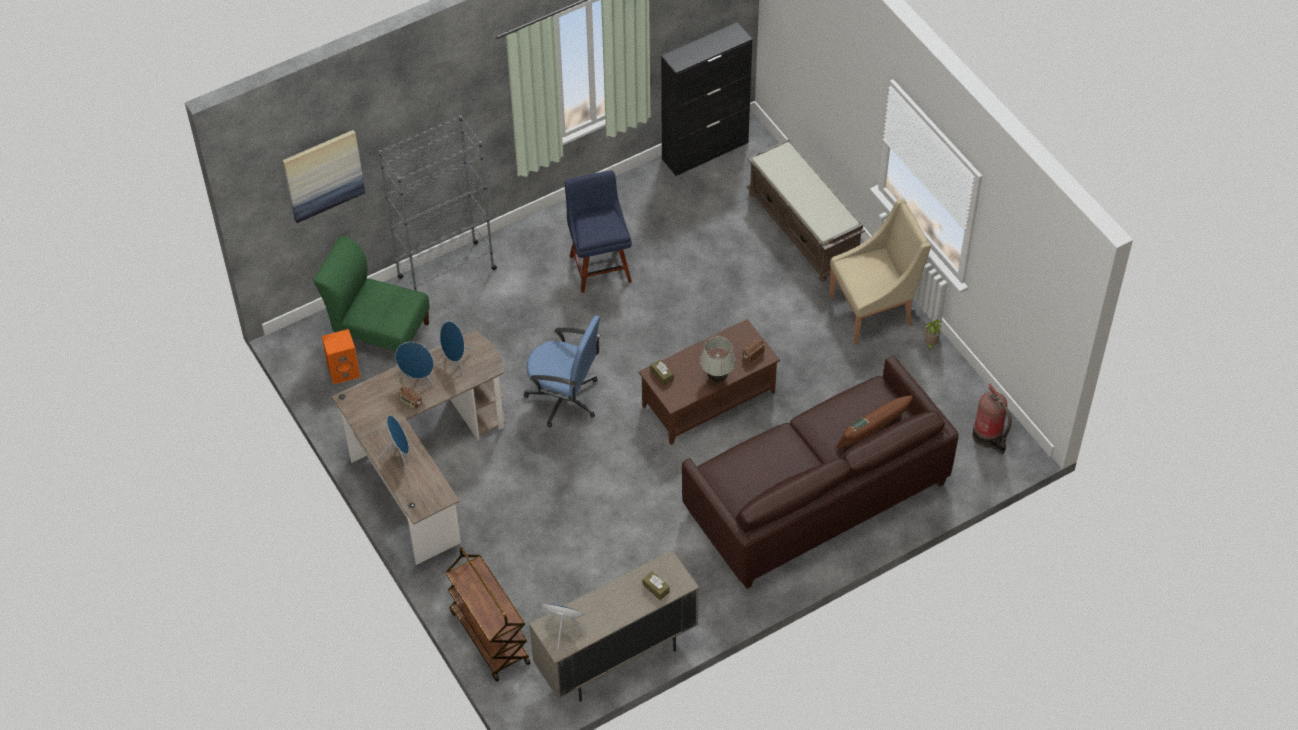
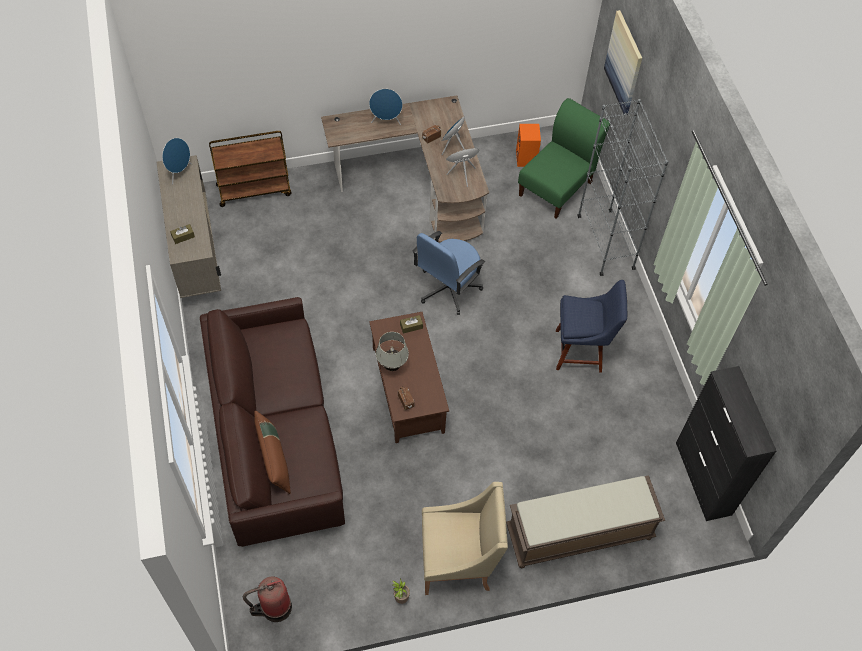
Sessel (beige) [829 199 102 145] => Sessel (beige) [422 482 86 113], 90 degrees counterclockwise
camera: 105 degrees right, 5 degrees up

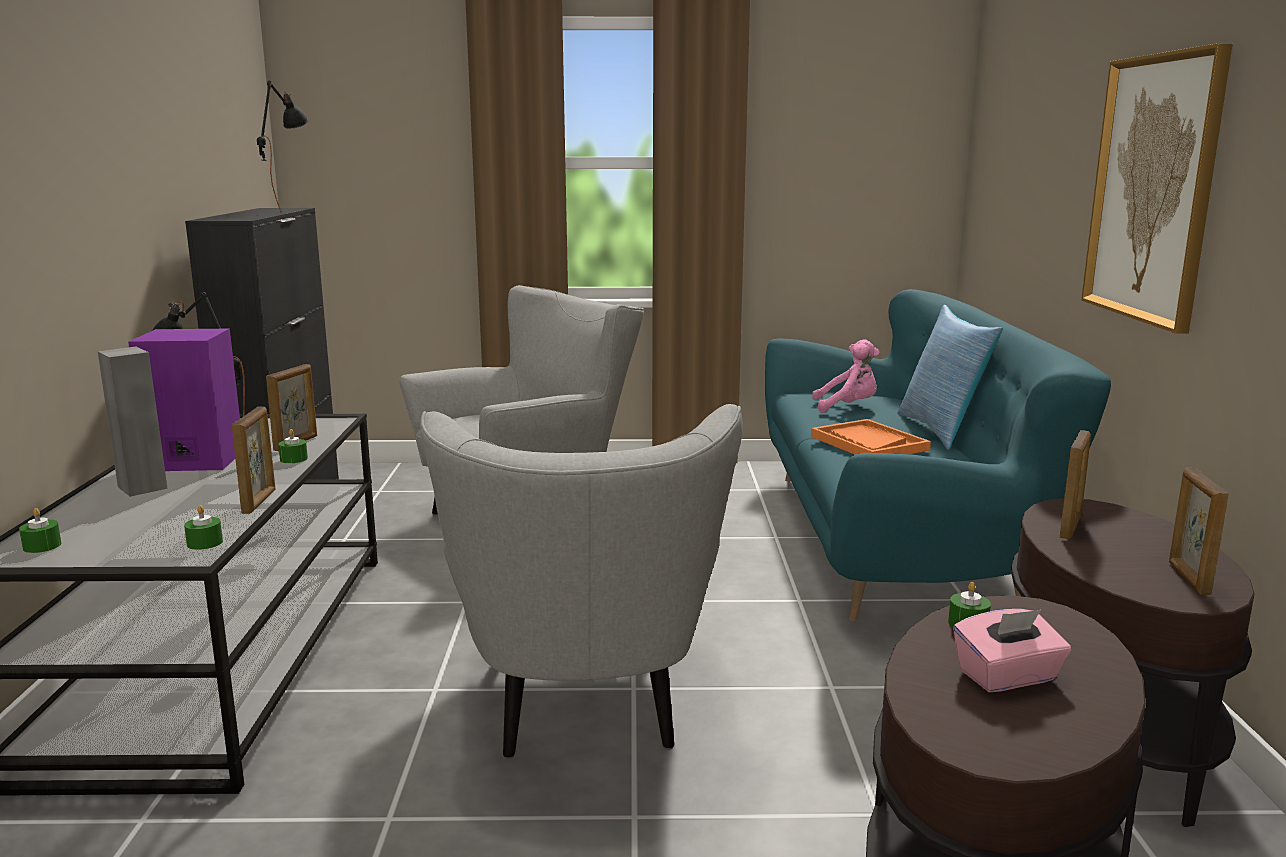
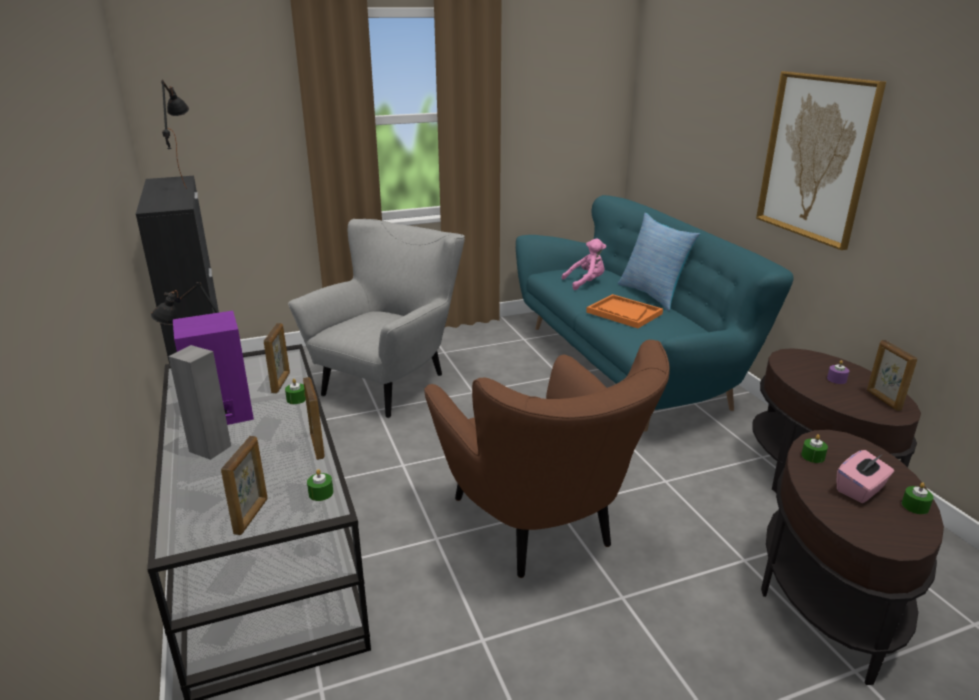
nothing => Kerze (lila) [827 360 22 24]
Kerze (grün) [19 508 43 45] => Kerze (grün) [902 483 32 31], relocated
Bilderrahmen [1059 430 32 109] => Bilderrahmen [221 436 47 99], relocated
Sessel (grau) [420 404 323 355] => Sessel (braun) [424 340 246 238]
camera: 20 degrees left, 10 degrees up

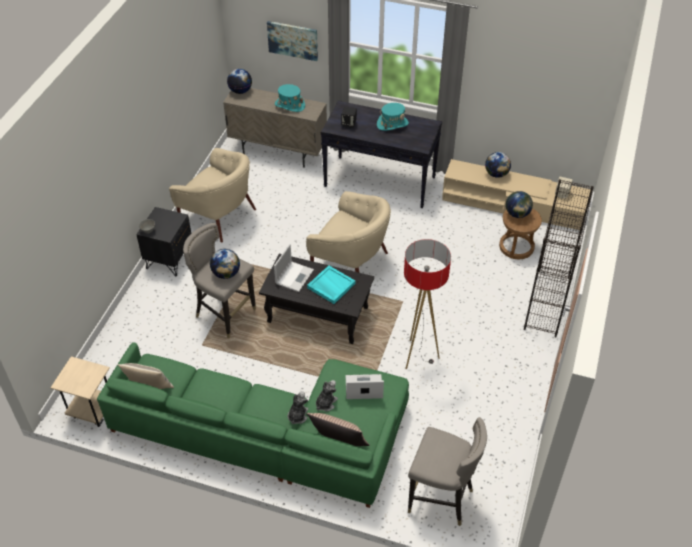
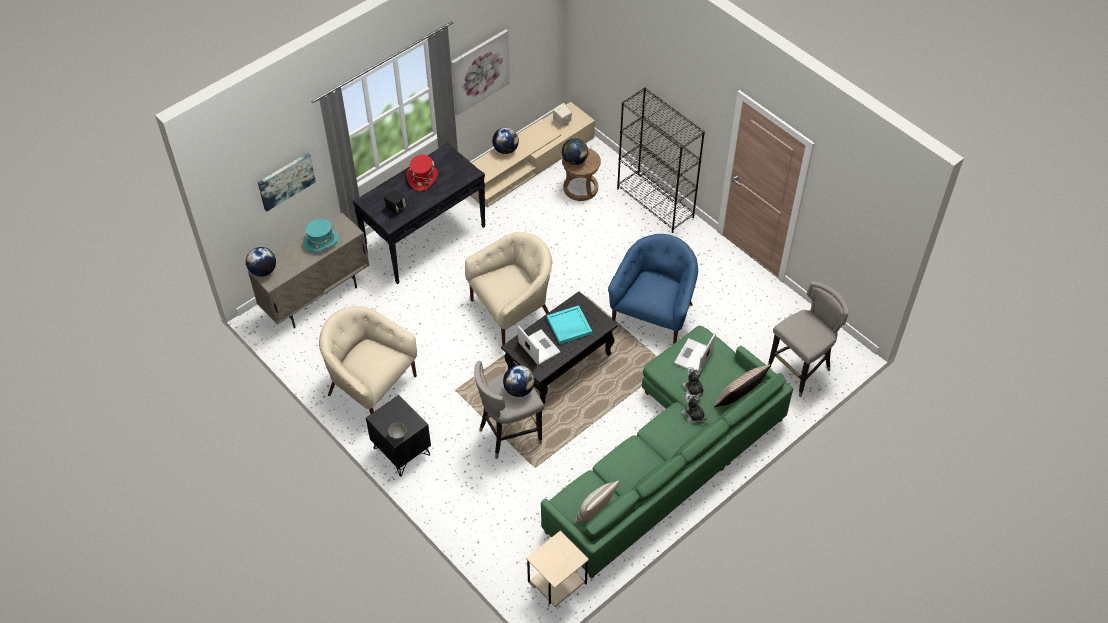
nothing => Bild [451 29 59 86]
Stehlampe [404 239 47 130] => Sessel (blau) [608 234 90 110]
Hut (türkis) [377 103 32 28] => Hut (rot) [407 155 31 36]
Sessel (beige) [169 148 87 94] => Sessel (beige) [319 306 98 108], 120 degrees counterclockwise
camera: 60 degrees left, 5 degrees up

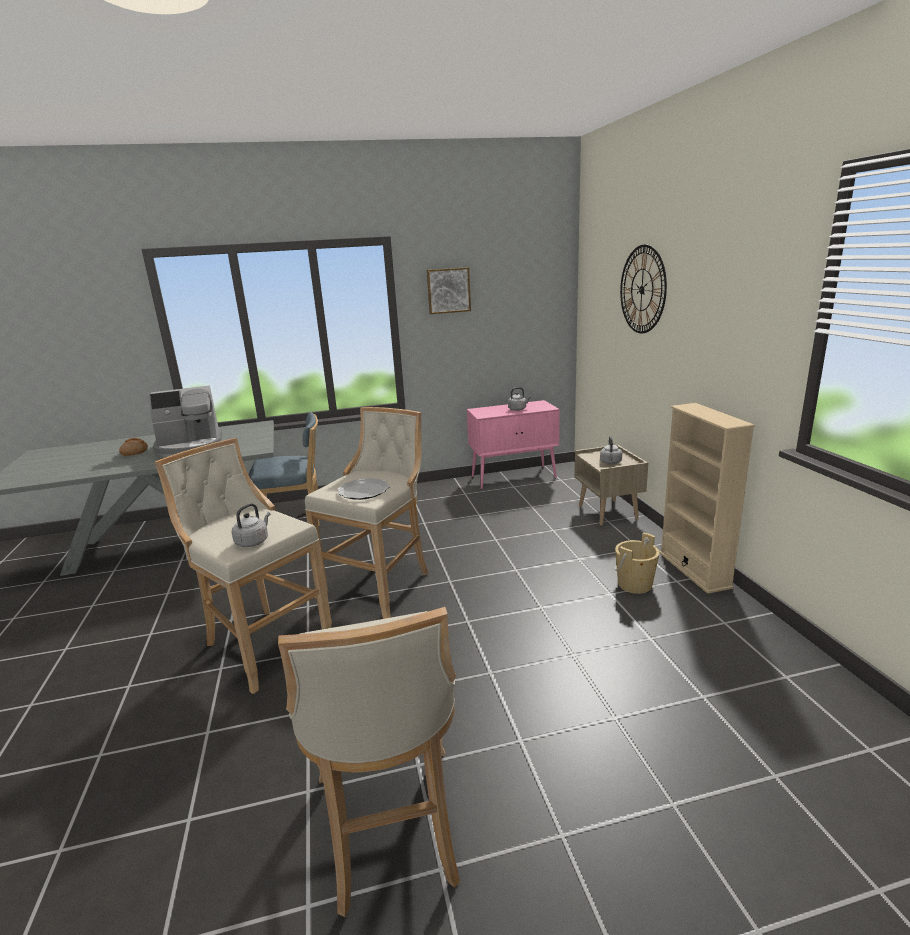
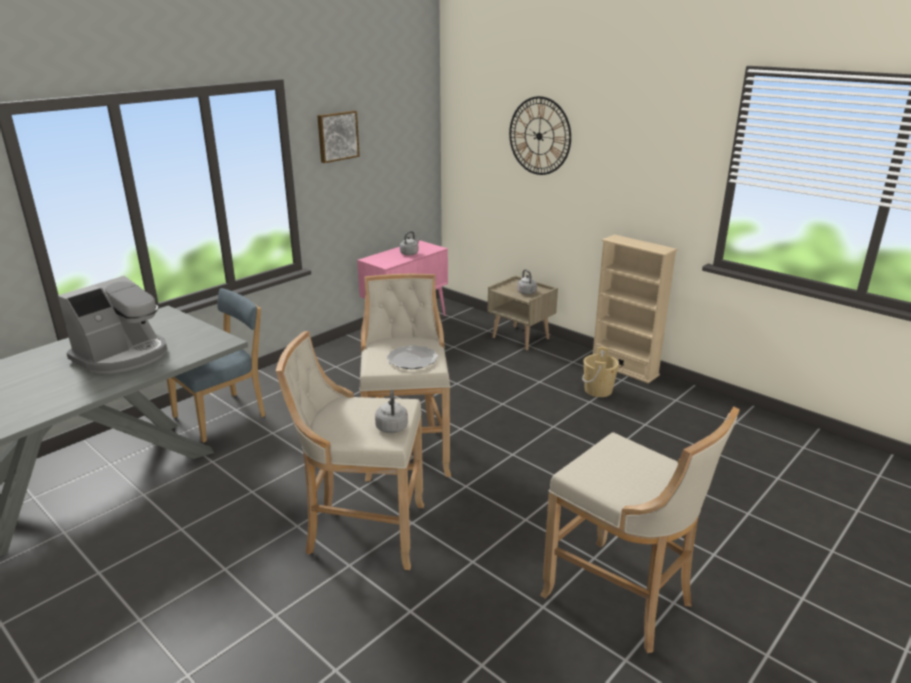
Brot [119 438 29 18] => nothing
camera: 35 degrees left, 5 degrees up

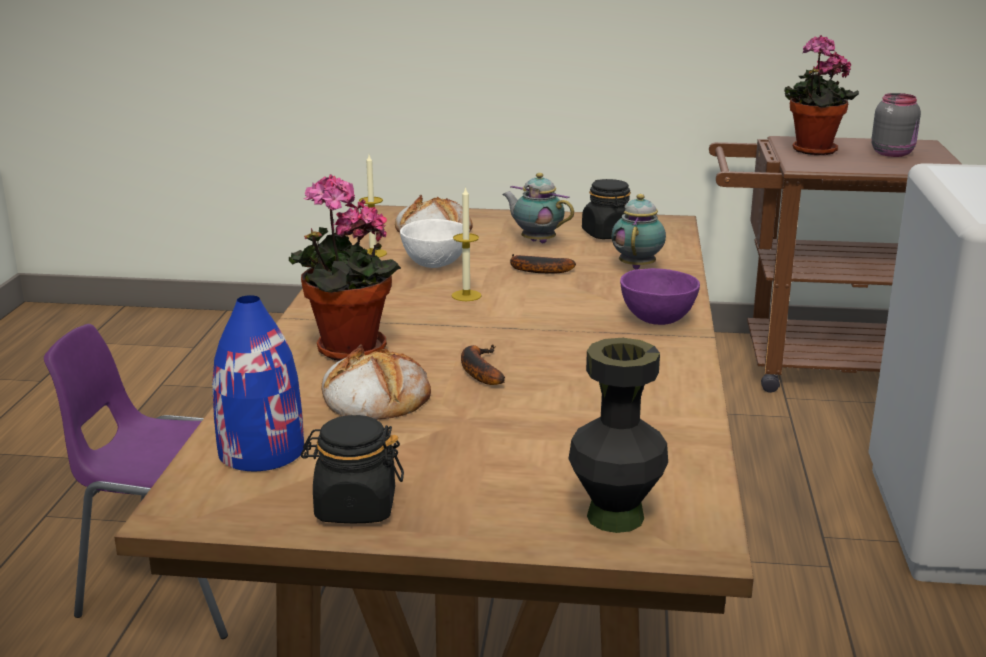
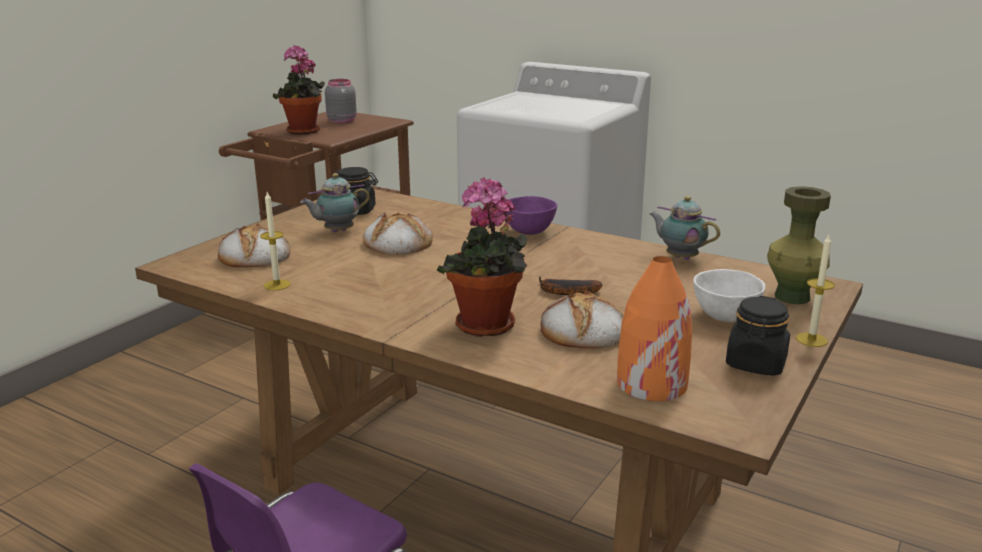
Schüssel (weiß) [400 219 70 49] => Schüssel (weiß) [693 269 72 53], relocated
Kerze [451 186 31 115] => Kerze [796 235 39 112], relocated
Teekanne [611 194 55 75] => Teekanne [649 196 71 64], relocated
Banane [510 254 66 20] => Brot [363 212 70 43]
Vase (blau) [212 295 92 176] => Vase (orange) [617 256 75 145]
Vase (schwarz) [568 338 100 195] => Vase (grün) [767 186 64 118]
camera: 65 degrees left, 0 degrees up

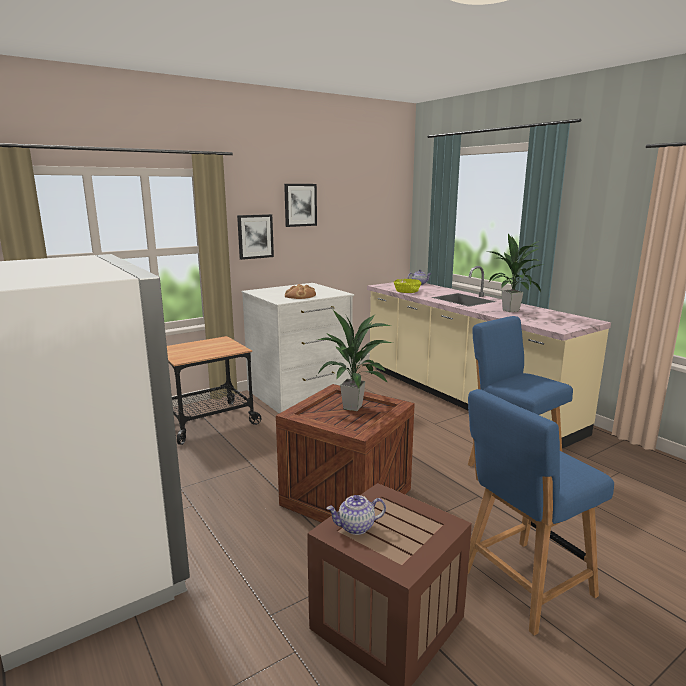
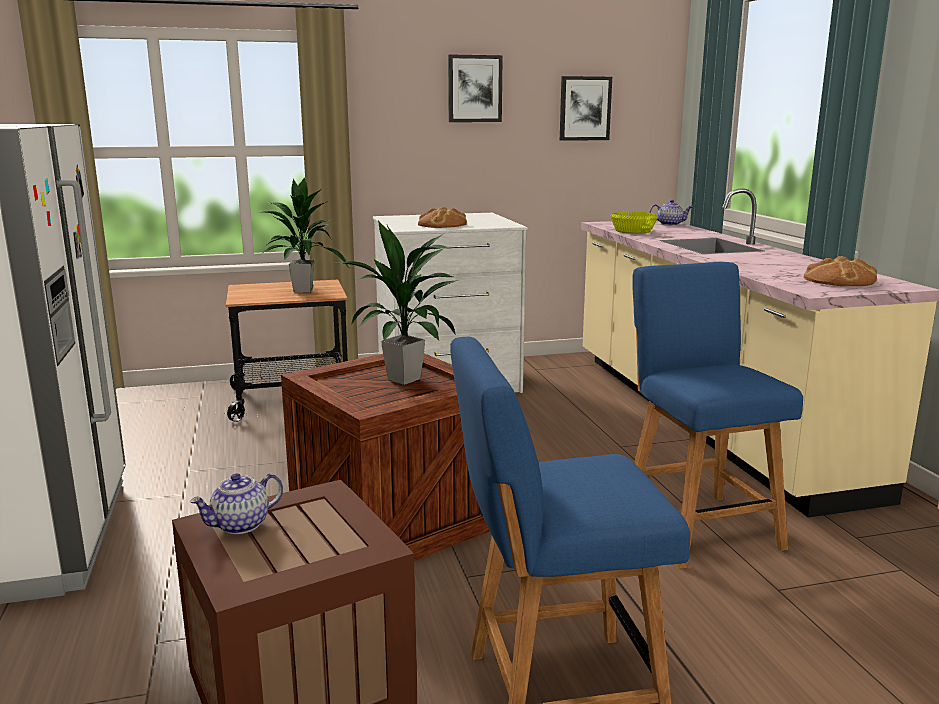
nothing => Brot [804 256 73 30]
Bild [237 214 37 46] => Bild [560 76 52 65], relocated
Topfpflanze [485 234 59 78] => Topfpflanze [262 177 87 116], relocated
Teekanne [326 495 60 40] => Teekanne [190 473 93 61], 45 degrees counterclockwise
camera: 20 degrees right, 0 degrees up

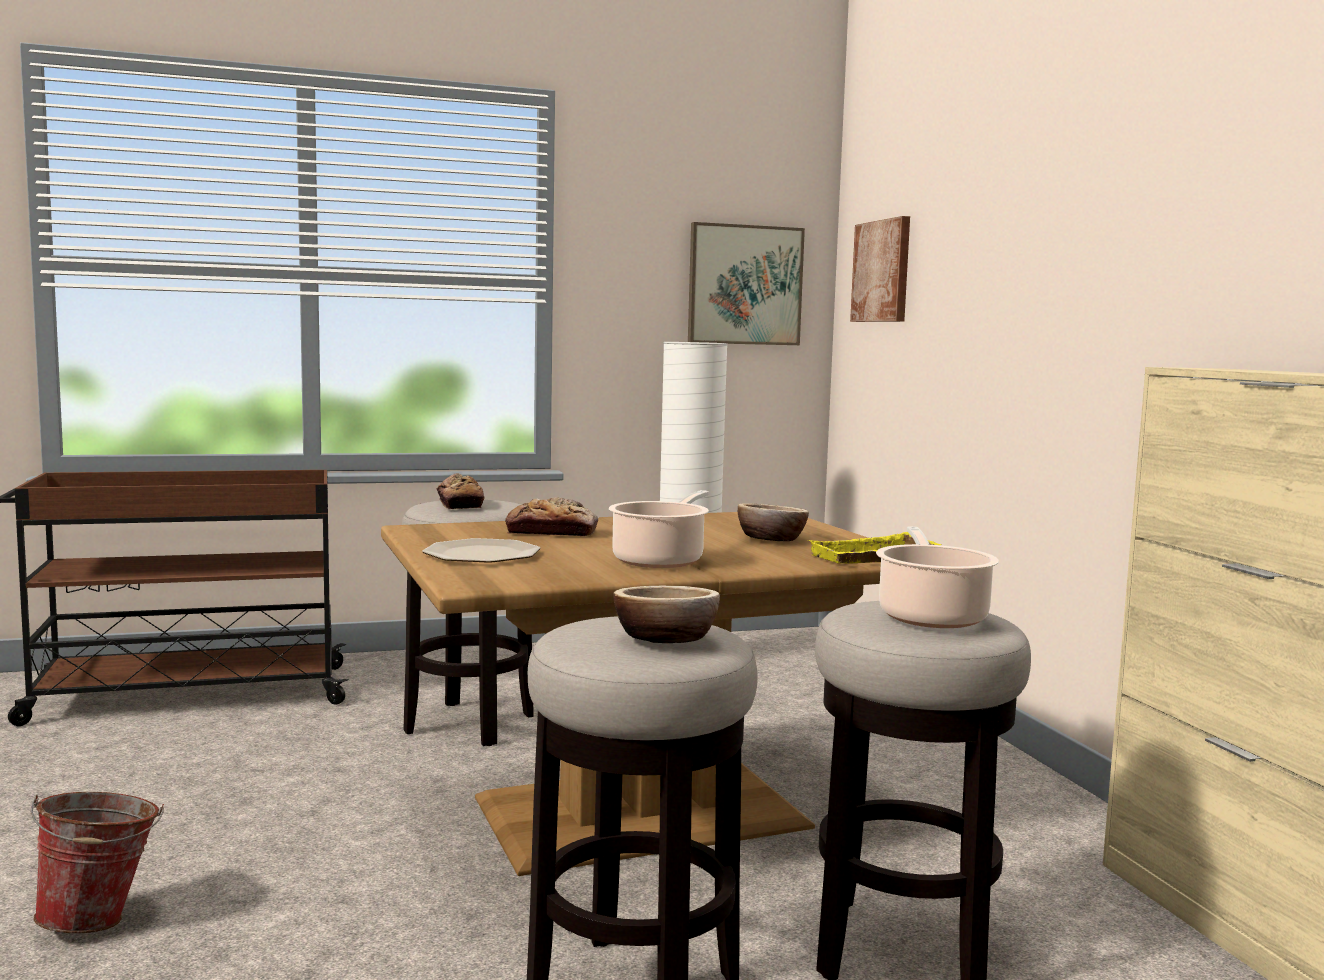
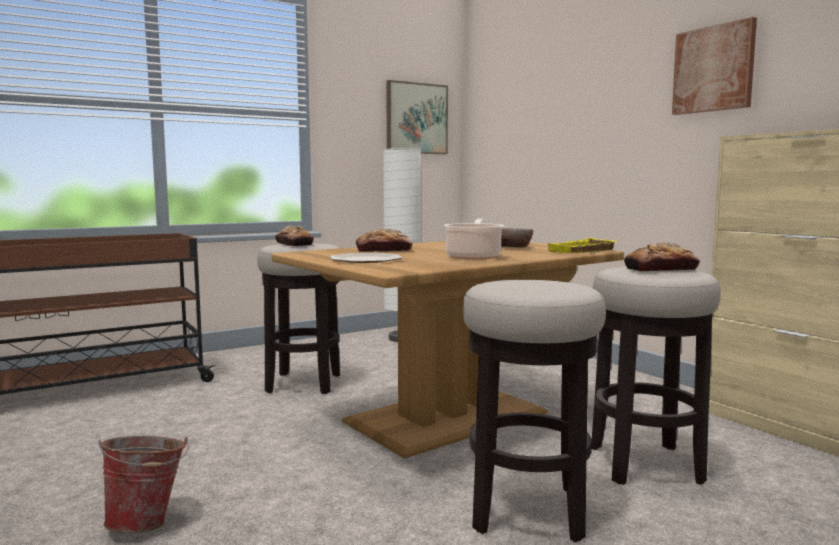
Schüssel [614 586 106 57] => nothing
Bild [850 216 60 106] => Bild [672 17 85 98], relocated
Kochtopf [876 527 123 101] => Brot [624 242 76 29]
camera: 15 degrees left, 0 degrees up

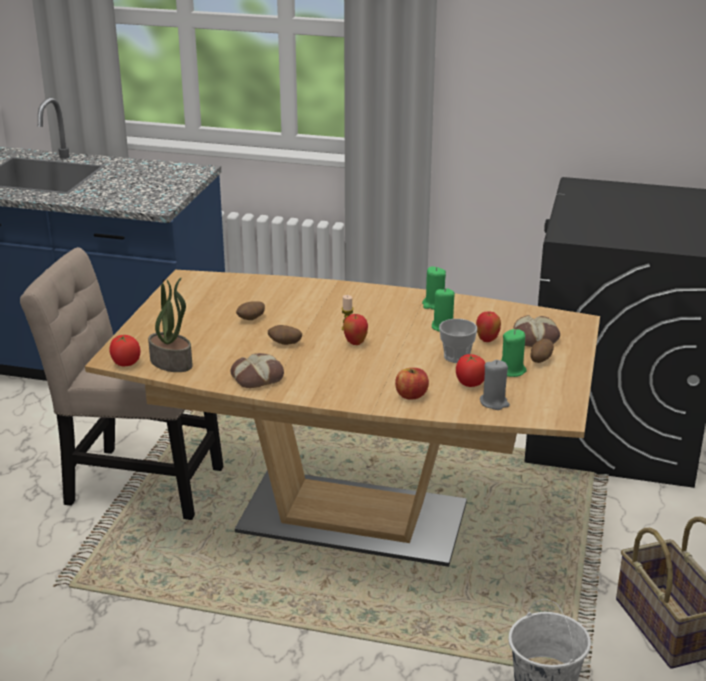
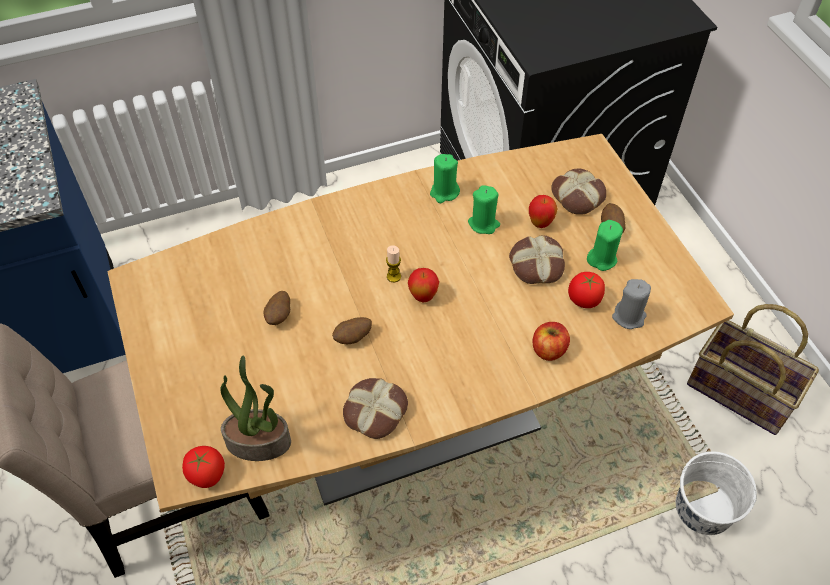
Tasse [439 319 38 44] => Brot [509 235 56 49]
camera: 35 degrees left, 25 degrees up

